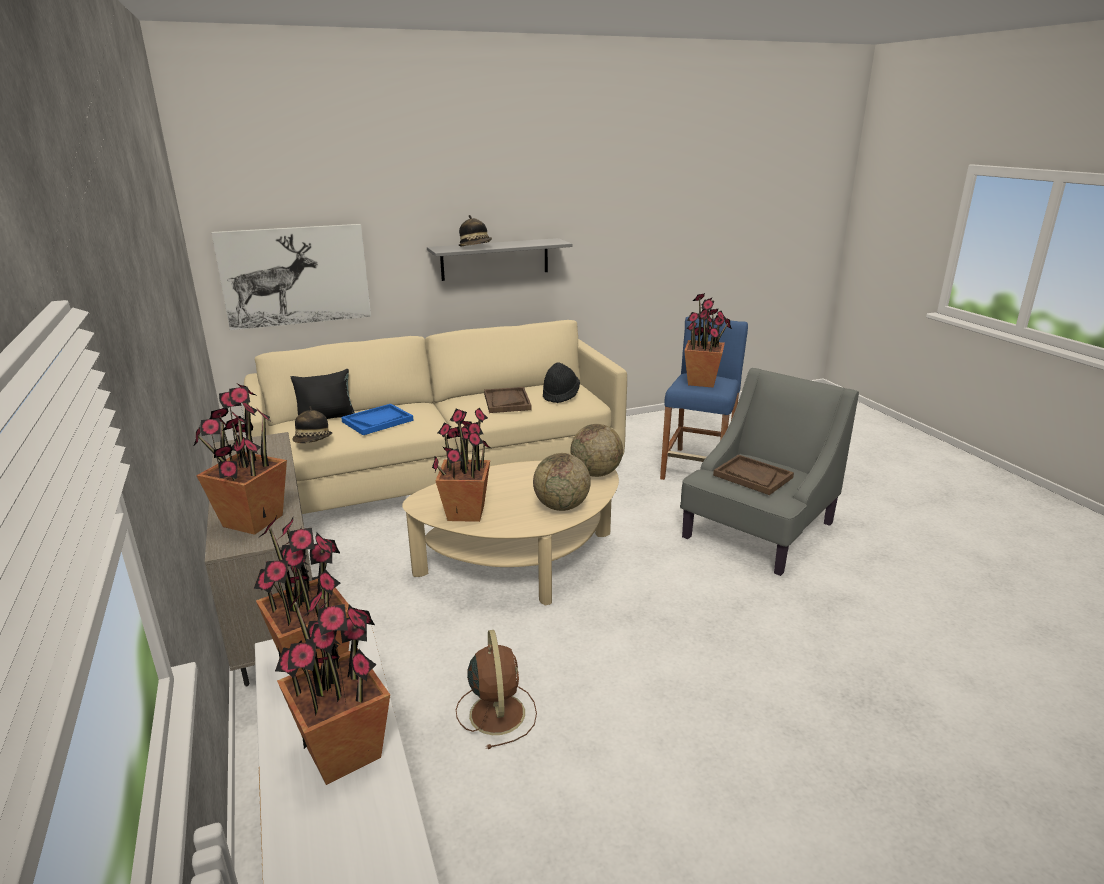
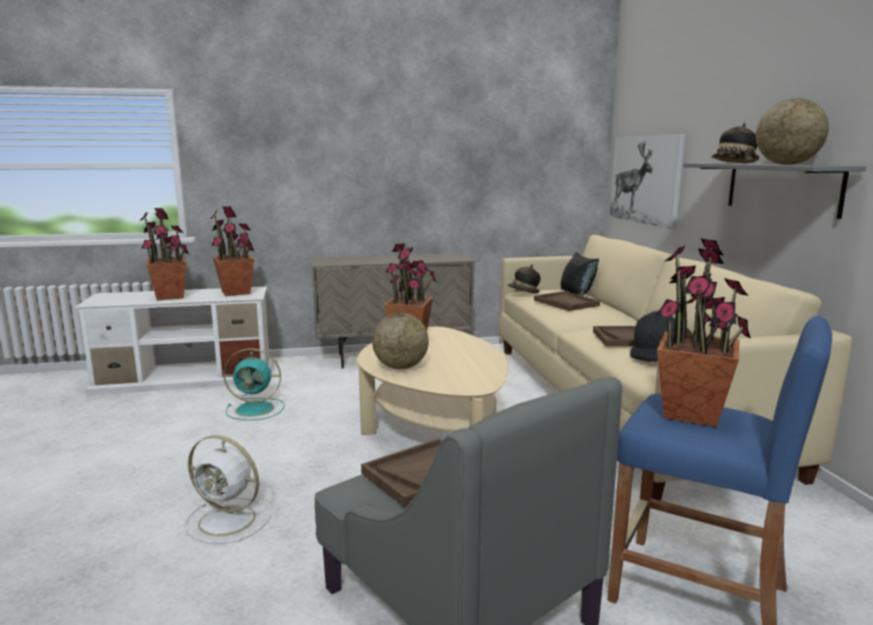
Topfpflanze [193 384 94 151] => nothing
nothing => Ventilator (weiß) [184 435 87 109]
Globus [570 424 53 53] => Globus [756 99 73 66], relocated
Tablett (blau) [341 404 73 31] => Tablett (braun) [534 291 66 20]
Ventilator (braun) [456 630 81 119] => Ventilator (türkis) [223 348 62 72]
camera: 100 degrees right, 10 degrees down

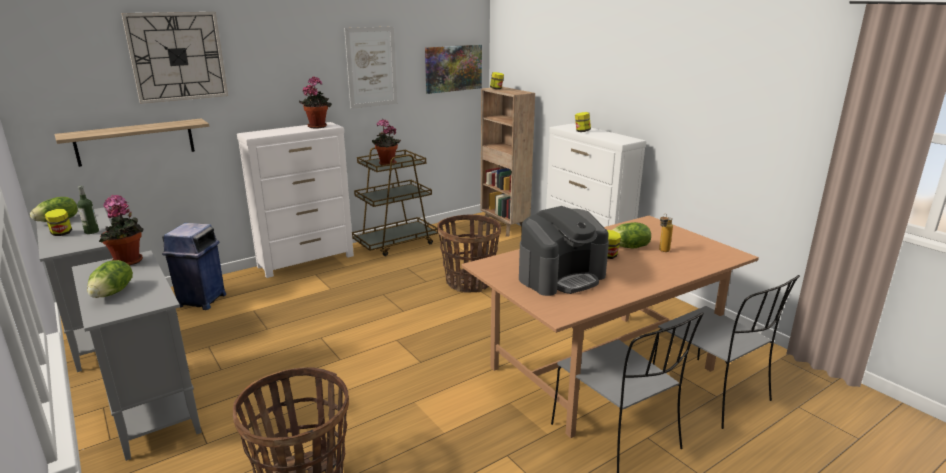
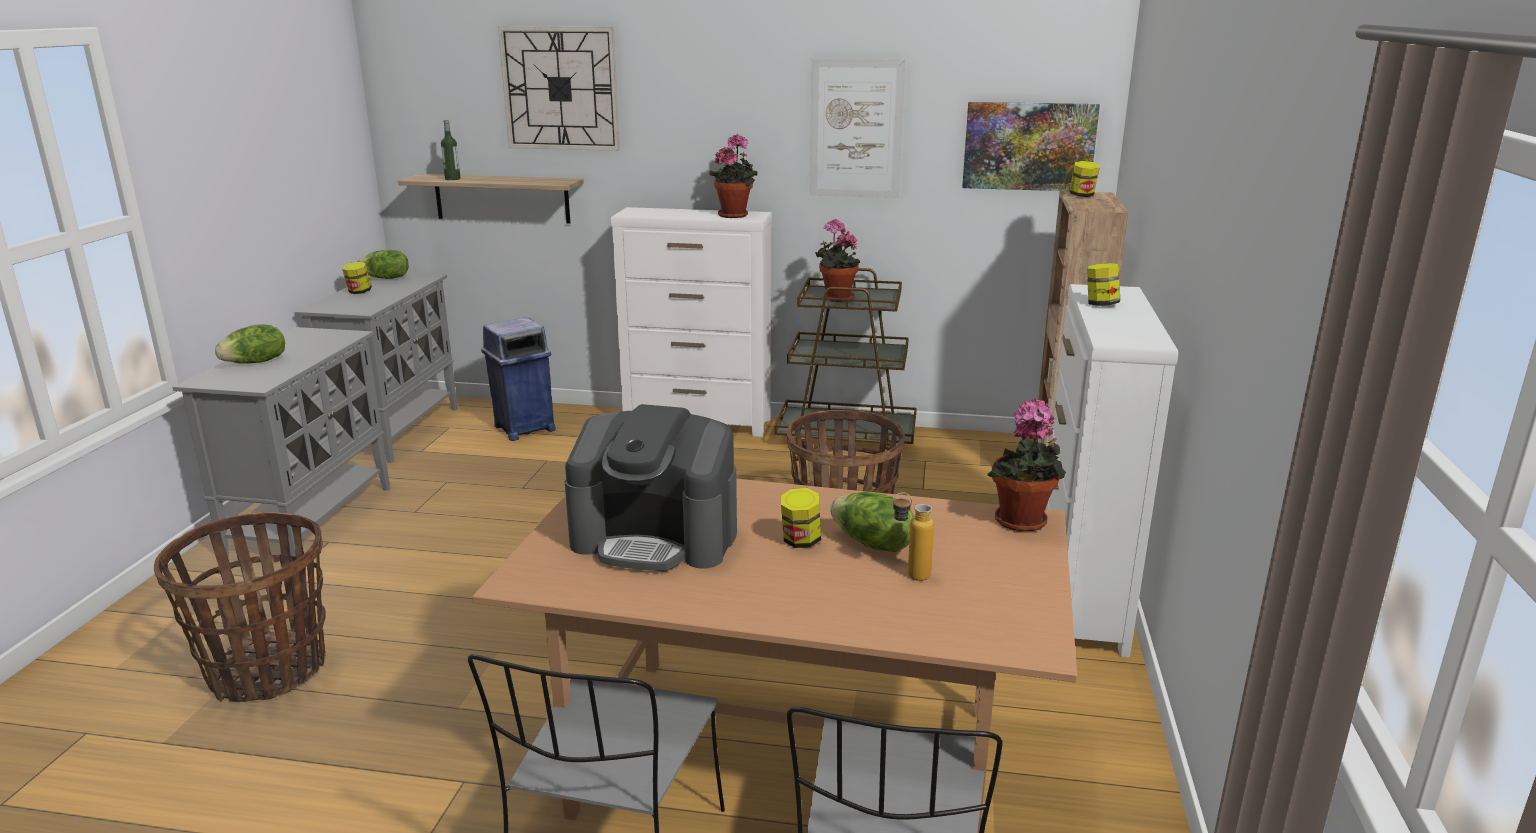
Flasche [77 186 22 48] => Flasche [441 120 19 60], relocated
Topfpflanze [99 195 44 71] => Topfpflanze [987 398 79 134], relocated
camera: 45 degrees right, 0 degrees up

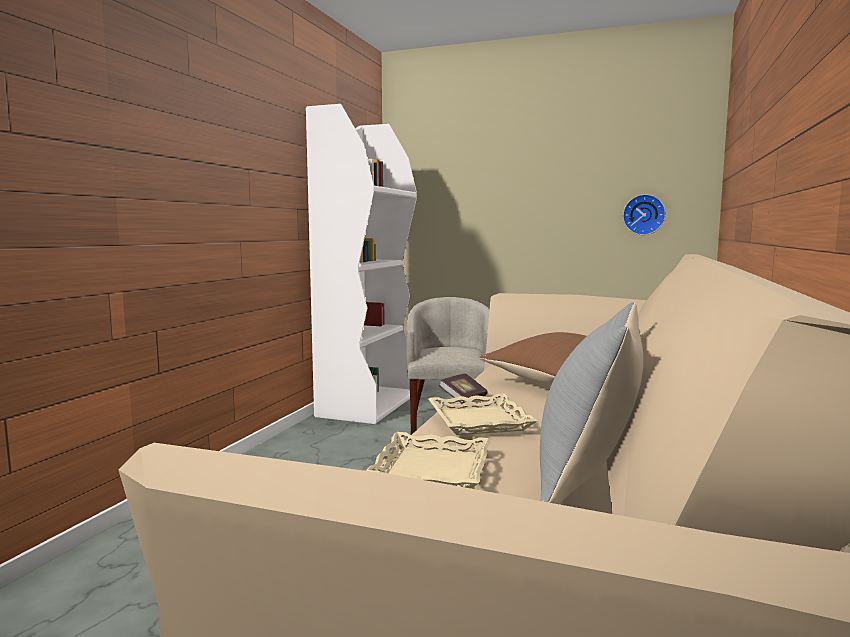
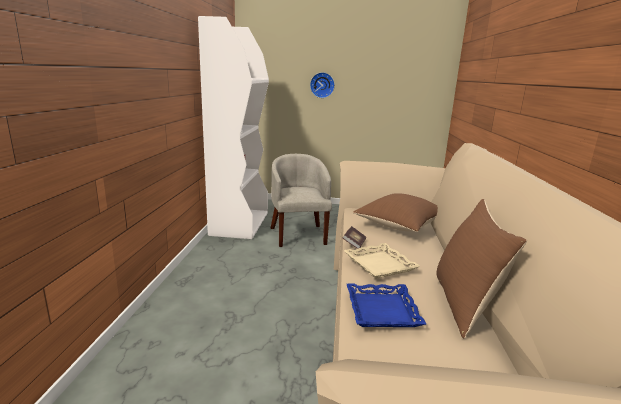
Wanduhr [623 194 43 41] => Wanduhr [310 72 25 26], relocated
Tablett (beige) [366 432 125 57] => Tablett (blau) [347 283 79 44]
Kissen (grau) [540 302 103 202] => Kissen (braun) [436 199 91 140]
camera: 15 degrees left, 10 degrees up

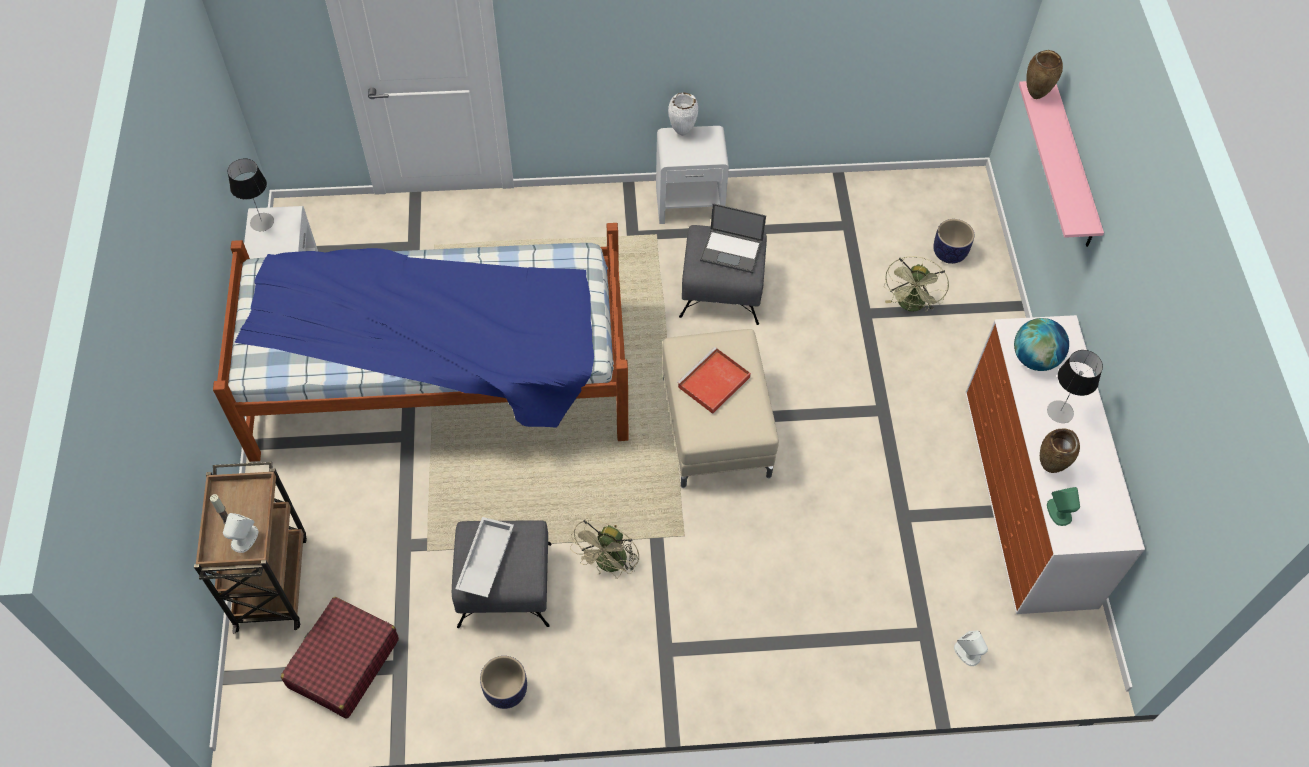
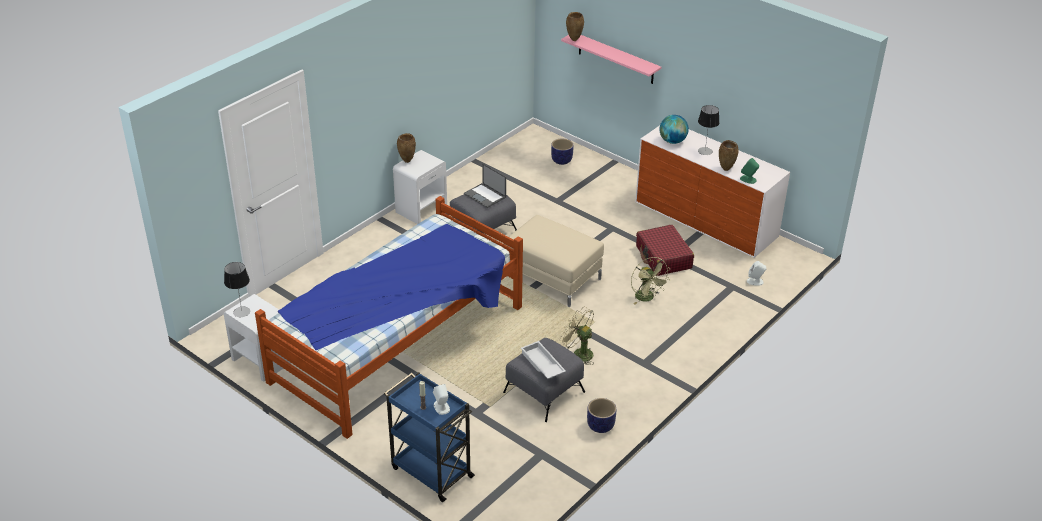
Tablett (rot) [677 347 74 67] => nothing
Koffer (rot) [281 597 118 122] => Koffer (rot) [636 225 58 51], relocated
Ventilator (grün) [884 256 65 56] => Ventilator (grün) [631 257 40 47], relocated
Rollwagen (braun) [194 462 113 172] => Rollwagen (blau) [384 372 91 130]
Vase (weiß) [668 93 30 43] => Vase (braun) [397 133 19 30]
Ventilator (beige) [570 520 69 59] => Ventilator (beige) [560 307 34 58], 150 degrees clockwise
Laptop [700 203 66 70] => Laptop [464 163 42 45], 75 degrees clockwise
camera: 45 degrees left, 20 degrees down

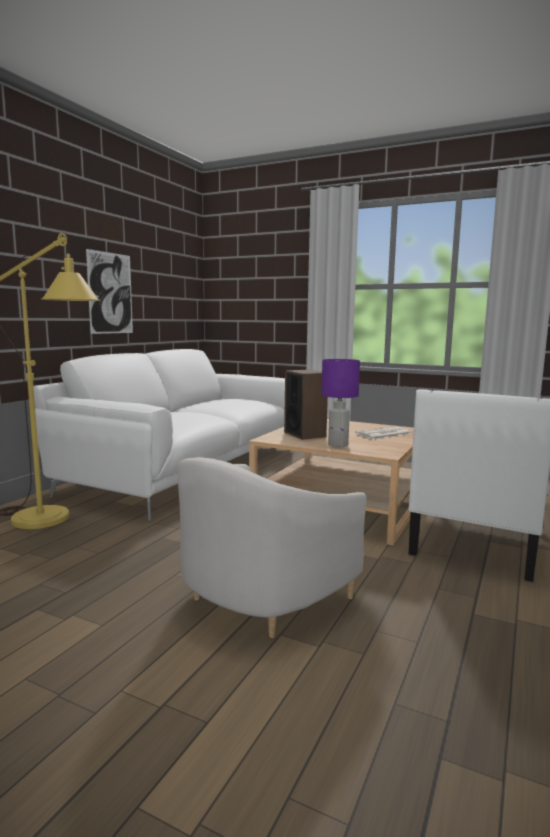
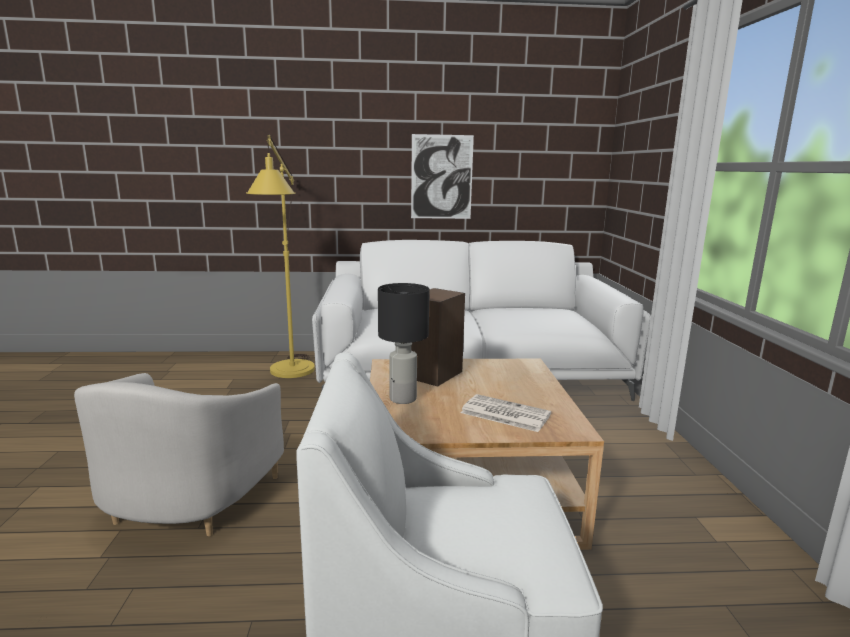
Tischlampe (lila) [321 359 39 88] => Tischlampe (schwarz) [378 283 52 121]
Sessel (weiß) [178 457 189 181] => Sessel (weiß) [74 373 210 163], 90 degrees counterclockwise
camera: 60 degrees right, 5 degrees up

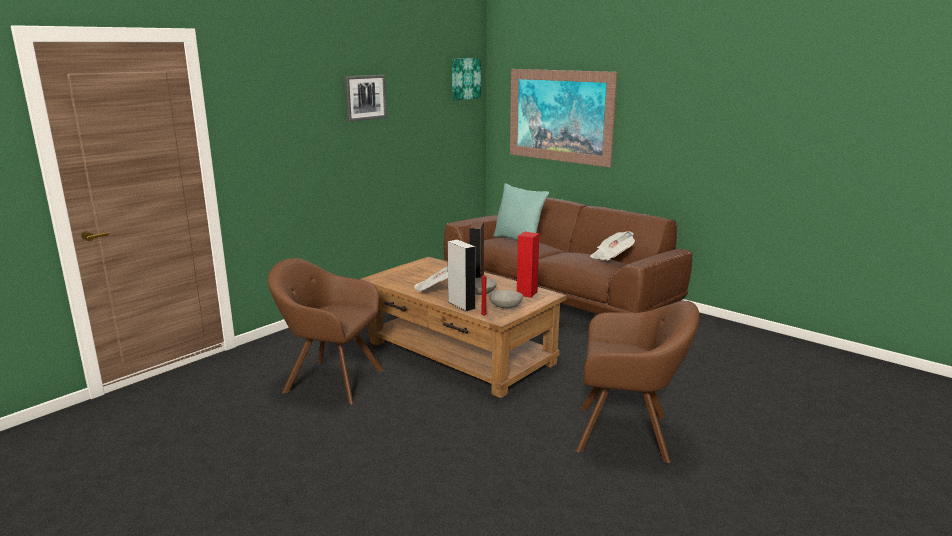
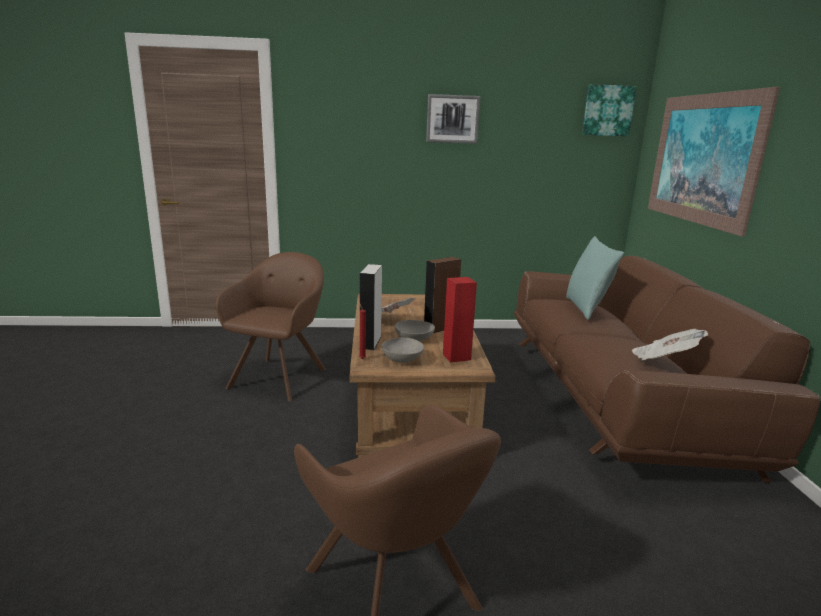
Sessel (braun) [268 258 116 147] => Sessel (braun) [216 252 110 149], 45 degrees clockwise
camera: 45 degrees right, 0 degrees up

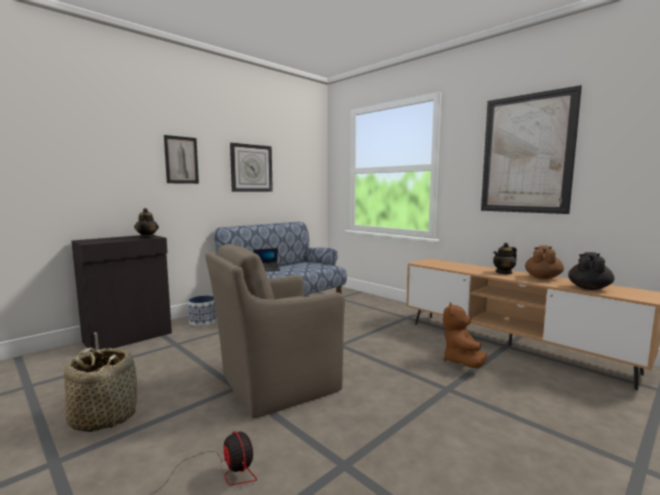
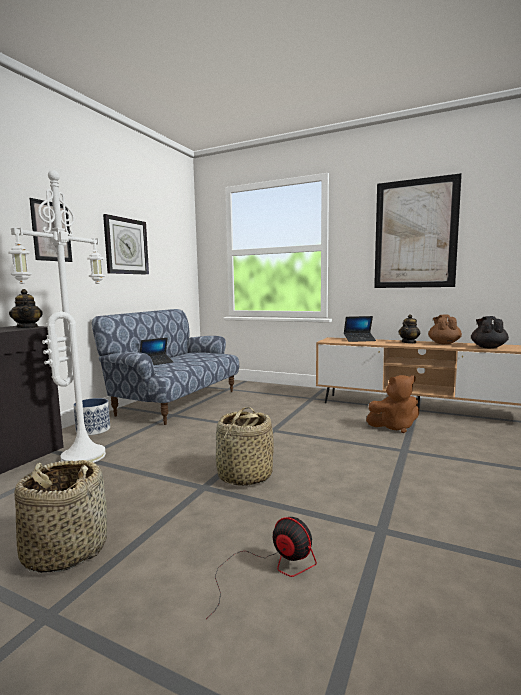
nothing => Stehlampe (weiß) [8 170 98 292]
nothing => Laptop [344 316 32 26]
Sessel (braun) [205 244 140 175] => Korb [216 407 58 79]
Plüschtier (braun) [443 302 44 66] => Plüschtier (braun) [366 375 53 58], 90 degrees counterclockwise
camera: 20 degrees left, 0 degrees up

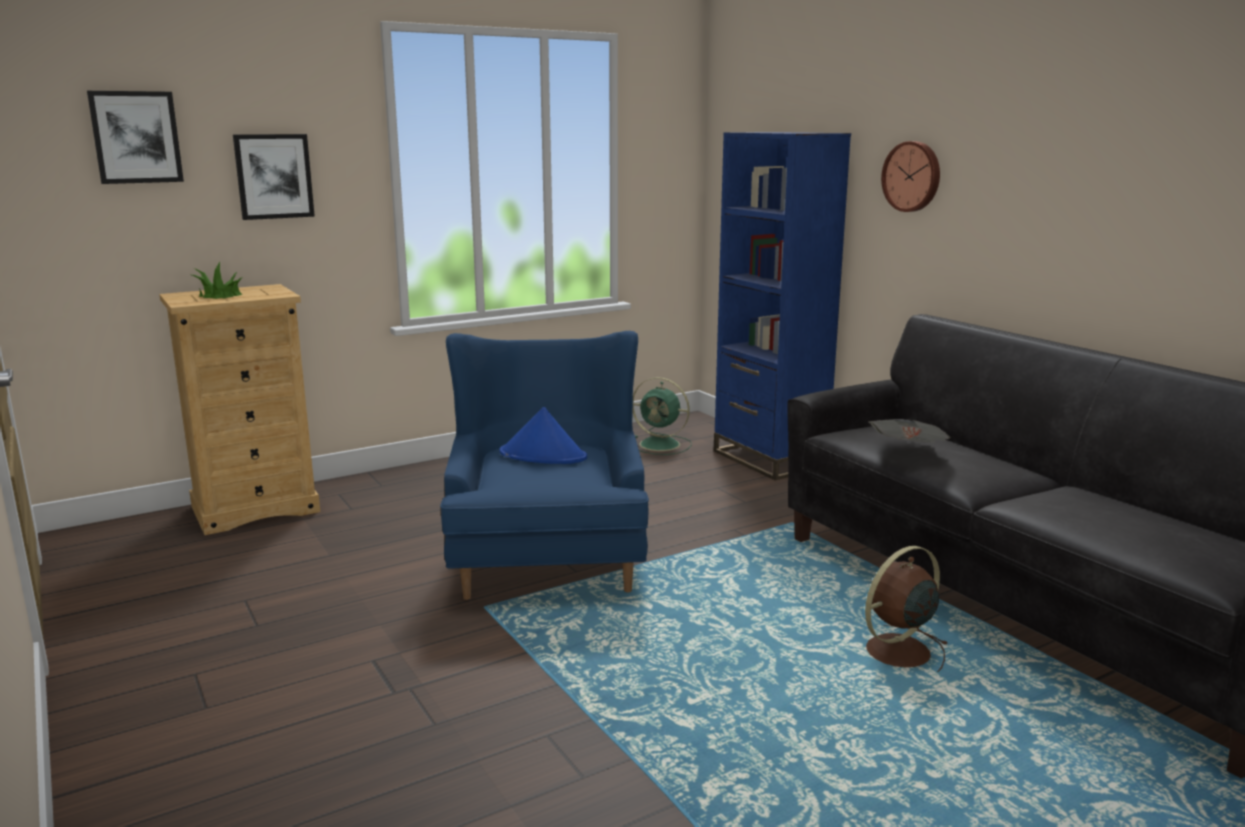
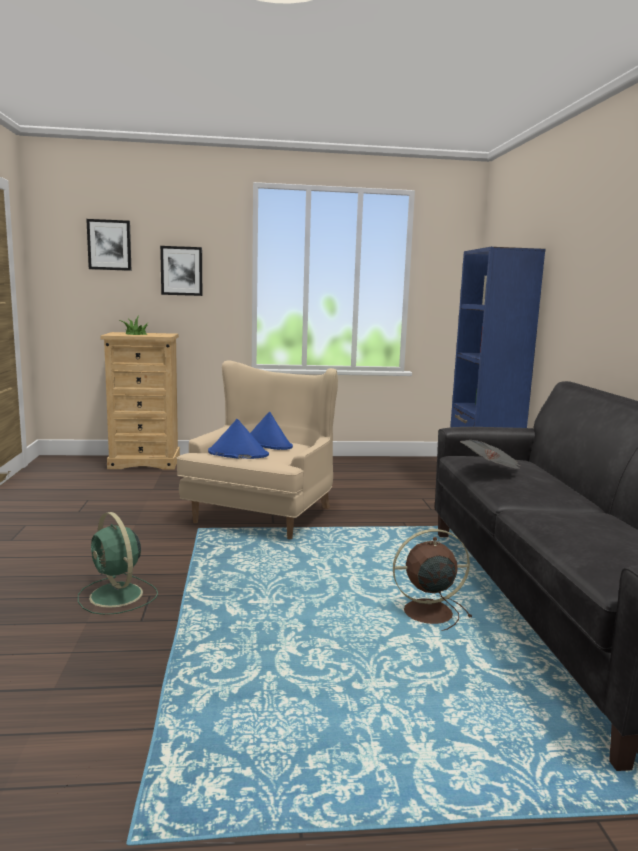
Wanduhr [881 141 59 71] => nothing
nothing => Hut (blau) [208 419 61 40]
Ventilator (grün) [633 377 59 78] => Ventilator (grün) [78 512 80 103], relocated
Sessel (blau) [440 331 209 269] => Sessel (beige) [177 360 161 179]
camera: 25 degrees right, 5 degrees down

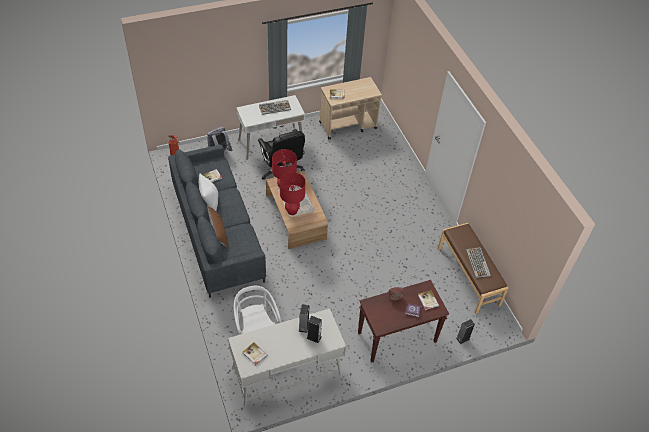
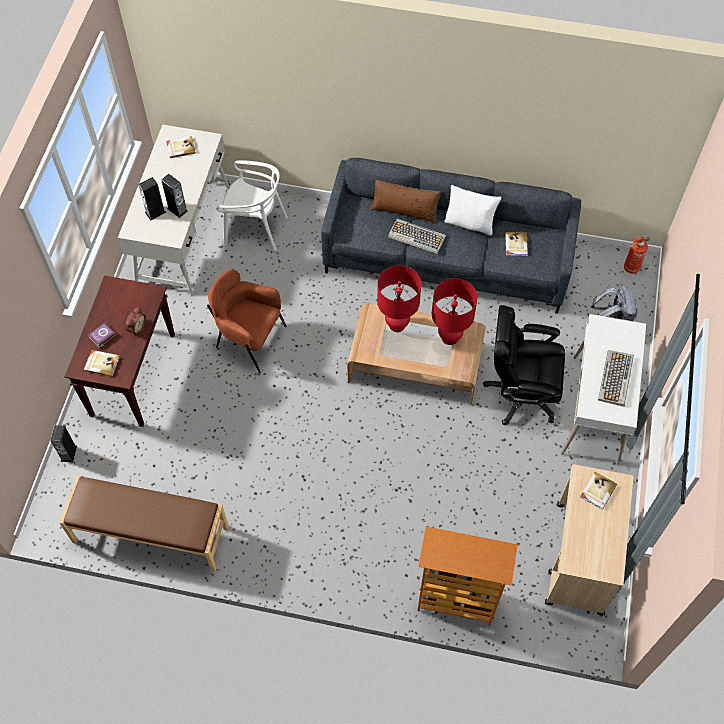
nothing => Sessel (braun) [207 269 80 104]
nothing => Bücherregal [417 526 101 100]
Tastatur [466 247 25 31] => Tastatur [388 219 58 35], relocated
camera: 125 degrees right, 10 degrees up

